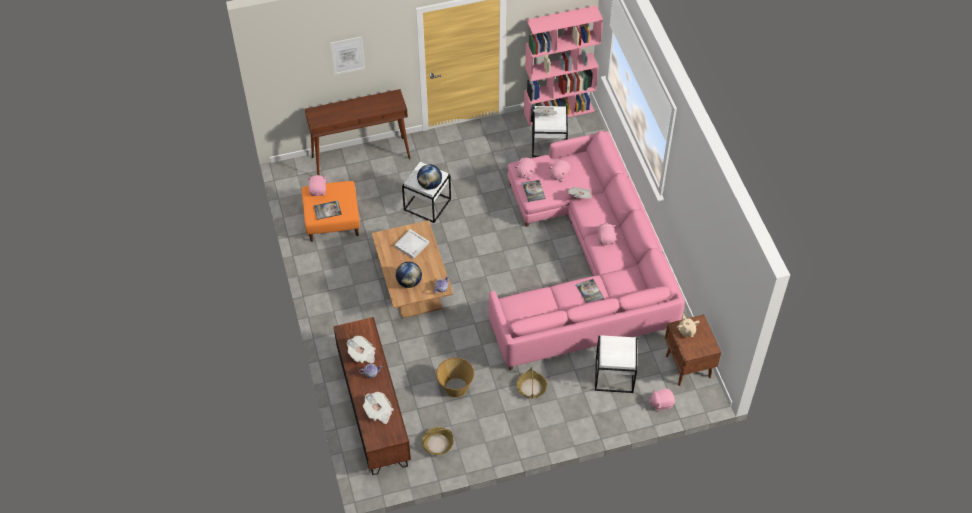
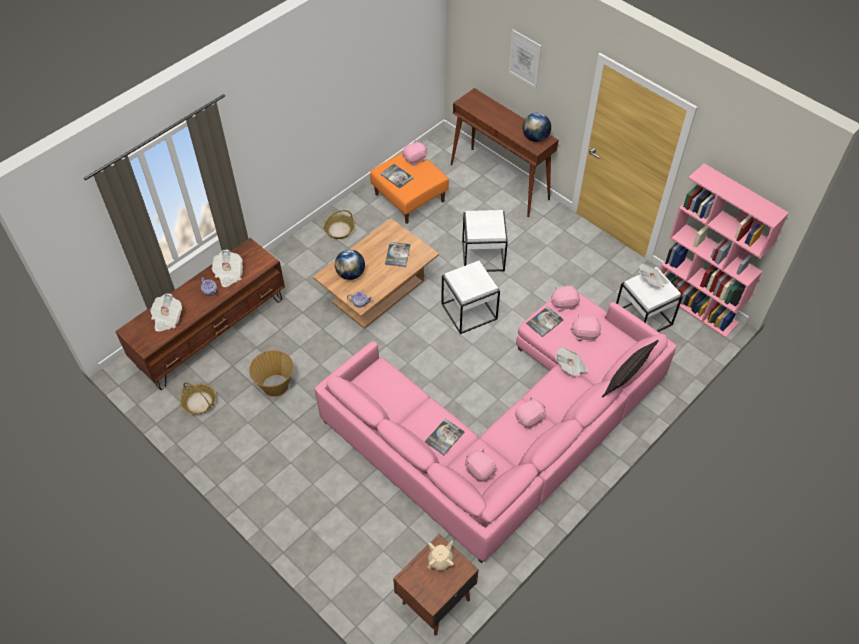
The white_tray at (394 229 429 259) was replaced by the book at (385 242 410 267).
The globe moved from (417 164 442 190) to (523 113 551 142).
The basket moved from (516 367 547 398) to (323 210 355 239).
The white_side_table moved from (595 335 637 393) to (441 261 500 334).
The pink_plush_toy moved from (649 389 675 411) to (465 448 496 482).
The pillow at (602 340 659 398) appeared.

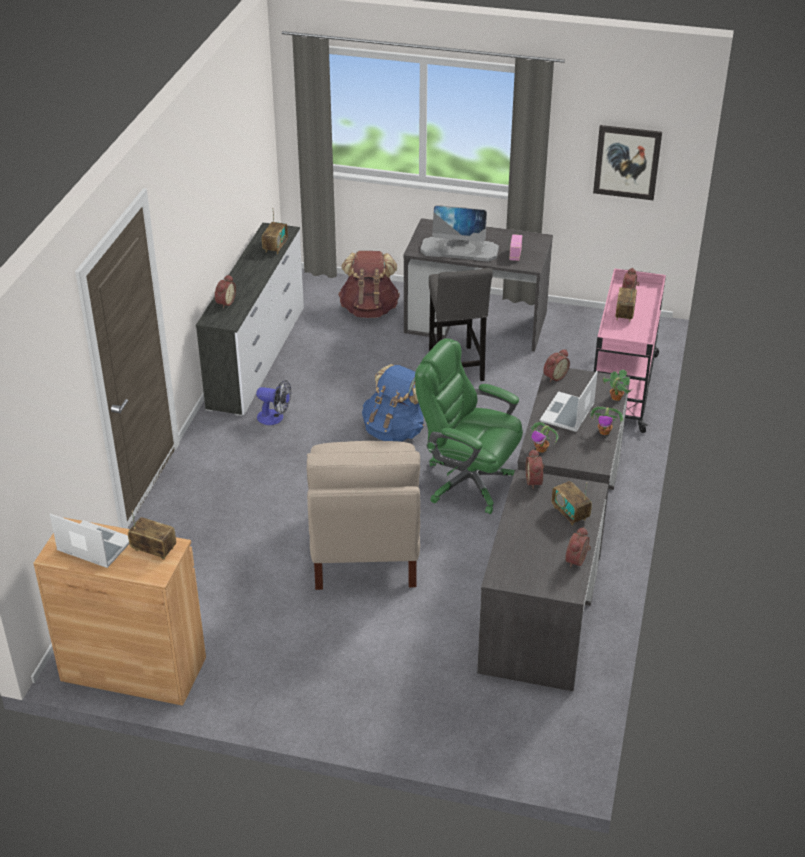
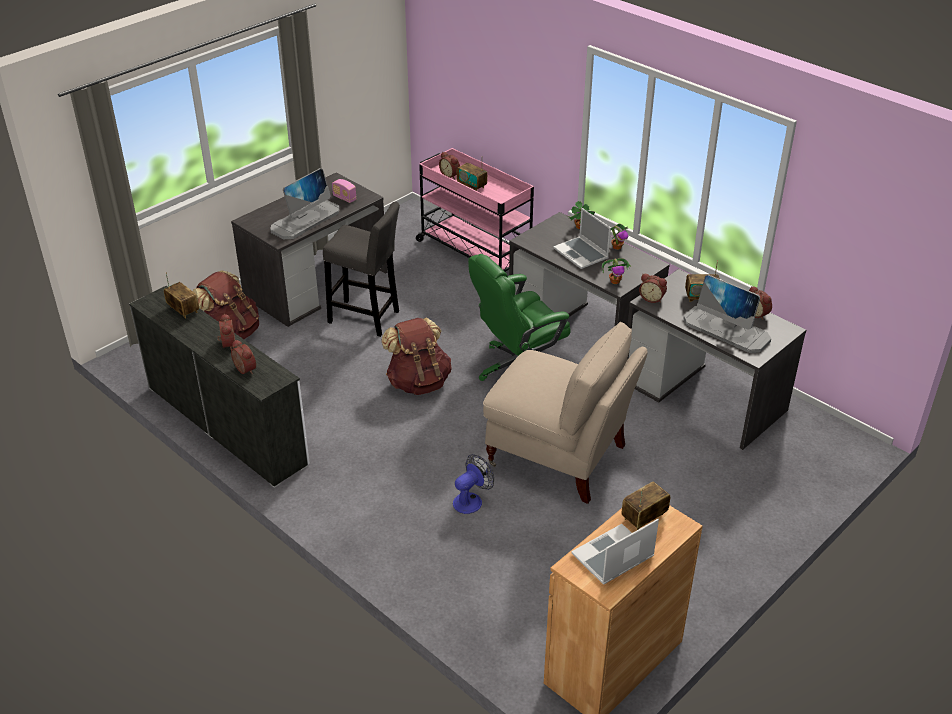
The fan moved from (256 380 291 425) to (453 454 494 514).
The blue_backpack at (362 364 424 442) became the brown_backpack at (381 317 452 395).
The alarm_clock moved from (543 349 570 382) to (217 313 235 350).
The picture at (593 125 662 200) disappeared.
The monitor at (683 275 771 353) appeared.

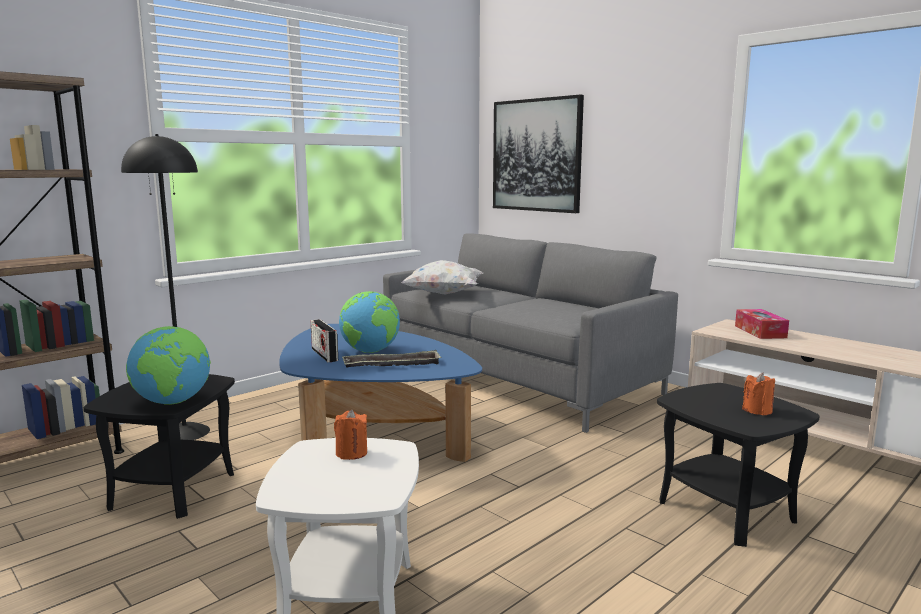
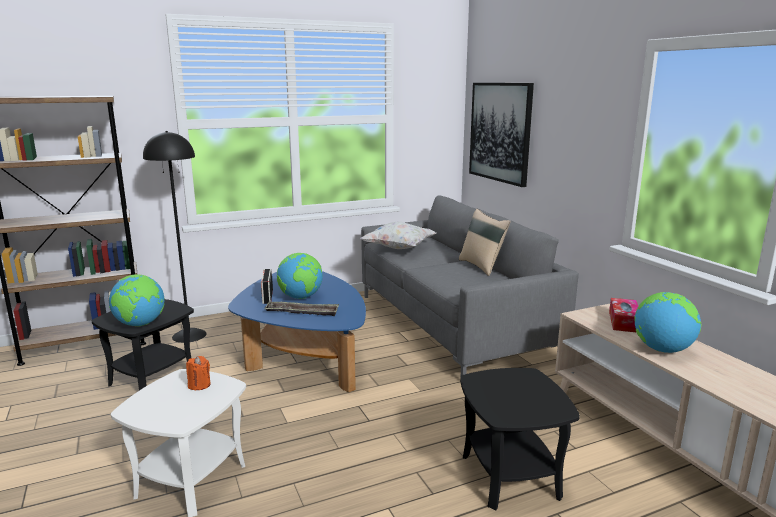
The orange_candle at (742 373 775 415) disappeared.
The beige_pillow at (459 209 510 276) appeared.
The globe at (634 292 701 353) appeared.

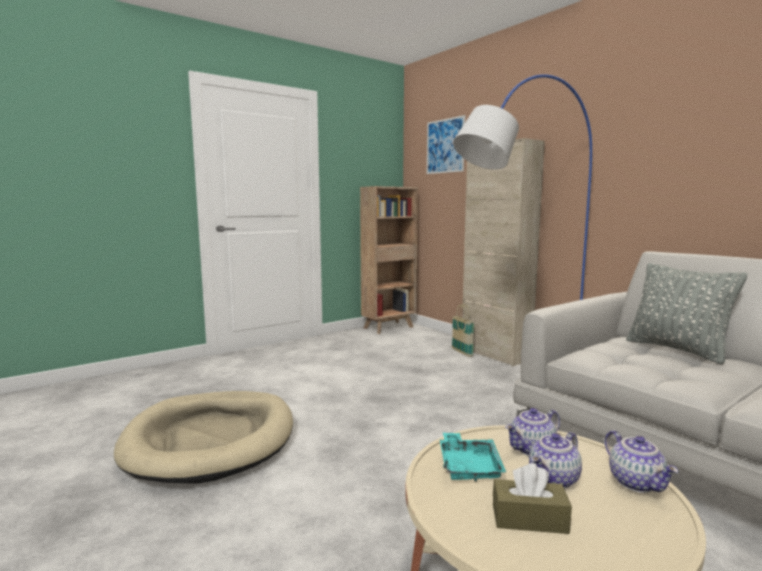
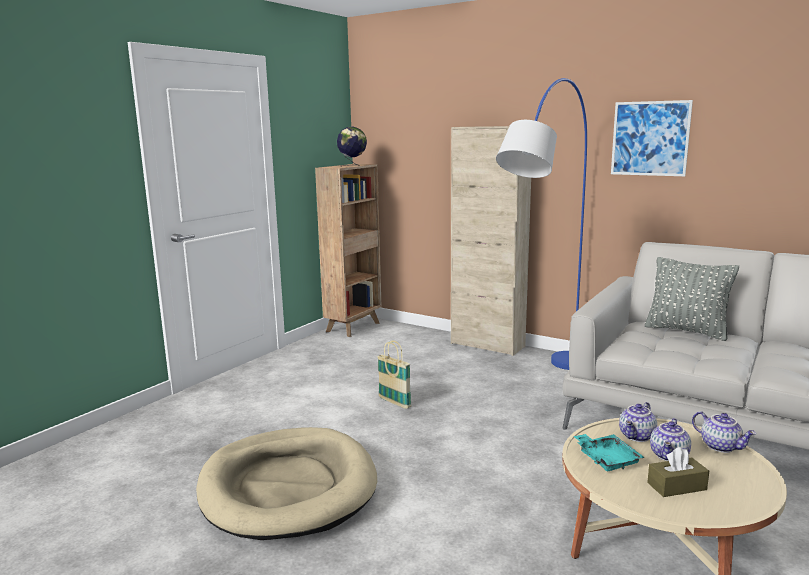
The picture moved from (427 115 465 174) to (611 100 693 176).
The basket moved from (452 304 474 357) to (377 341 412 409).
The globe at (337 127 367 166) appeared.

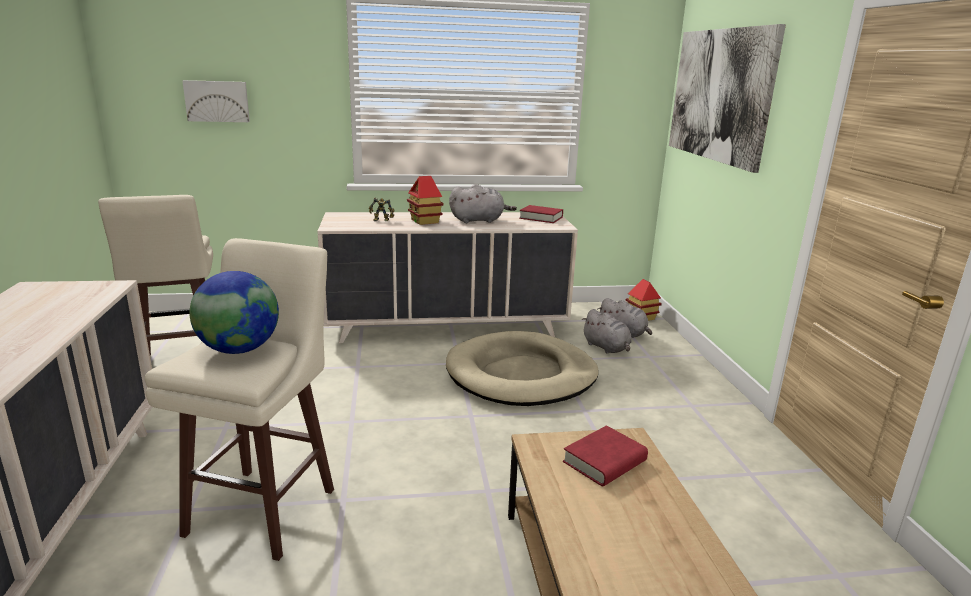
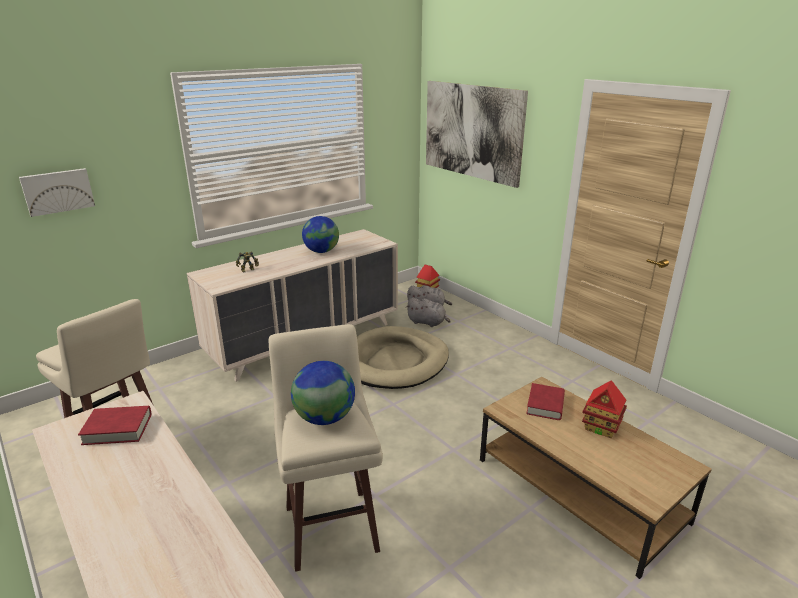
The toy_house moved from (407 176 444 225) to (582 380 627 438).
The grey_plush_toy at (449 184 517 223) was replaced by the globe at (302 216 339 253).
The red_book moved from (519 205 563 223) to (78 406 151 445).

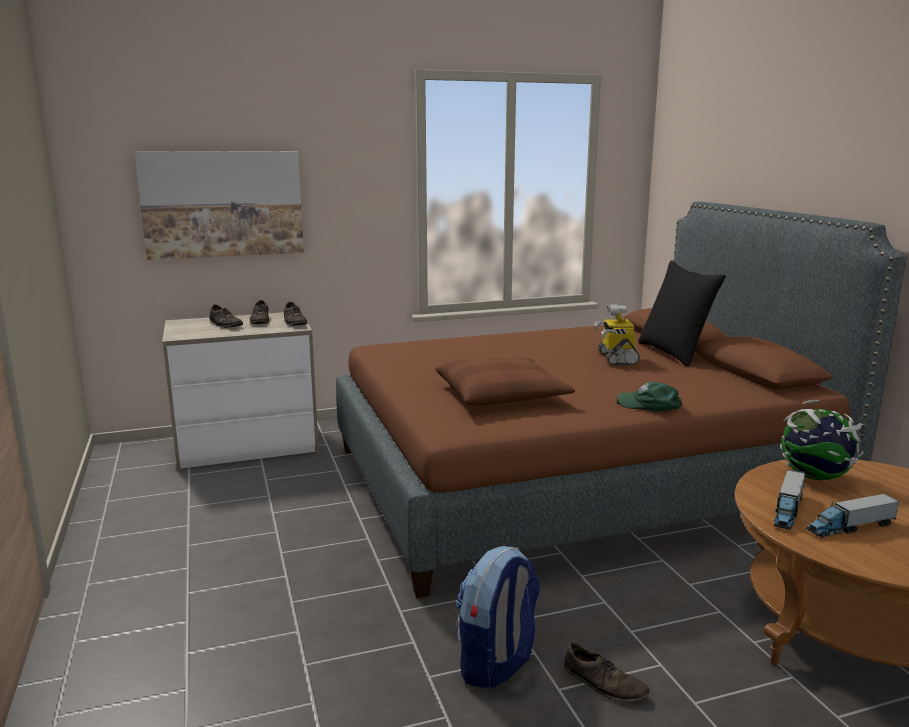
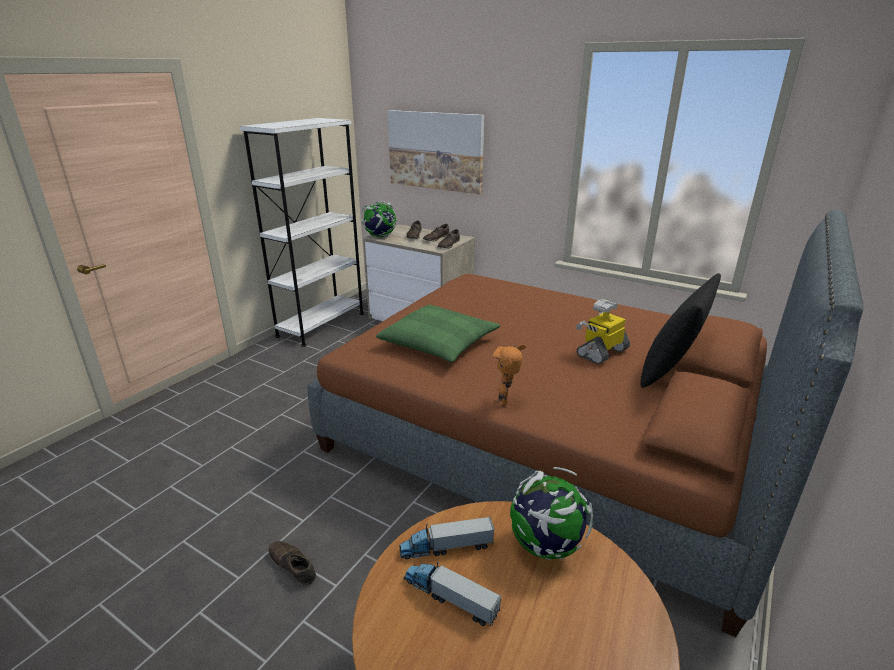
The brown_pillow at (435 358 575 405) became the green_pillow at (376 305 500 362).
The backpack at (456 546 540 689) disappeared.
The brown_shoe at (564 643 650 703) turned 135 degrees clockwise.
The green_cap at (616 382 682 412) was replaced by the toy_robot at (492 344 527 406).
The white_bookcase at (239 118 364 347) appeared.
The globe at (361 201 397 238) appeared.

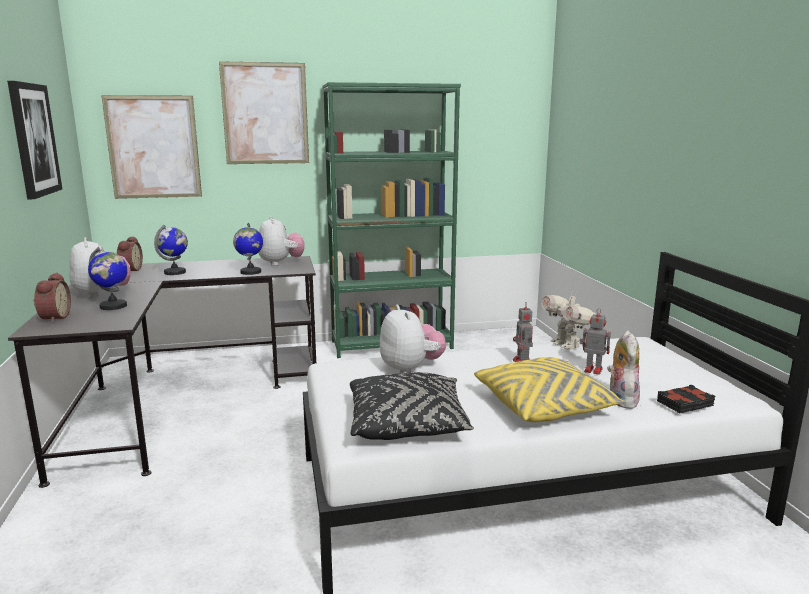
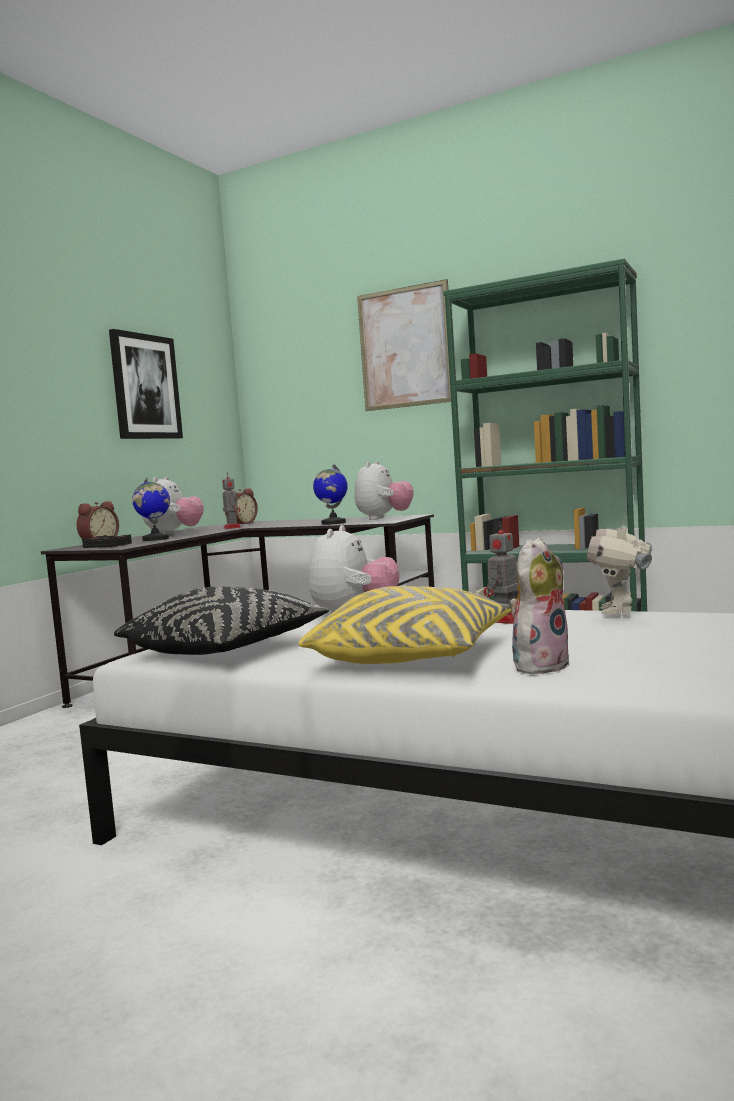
The picture at (101 95 202 199) disappeared.
The globe at (154 225 188 275) disappeared.
The toy_robot moved from (579 308 611 375) to (222 472 241 529).
The black_book moved from (657 385 715 413) to (82 535 132 548).

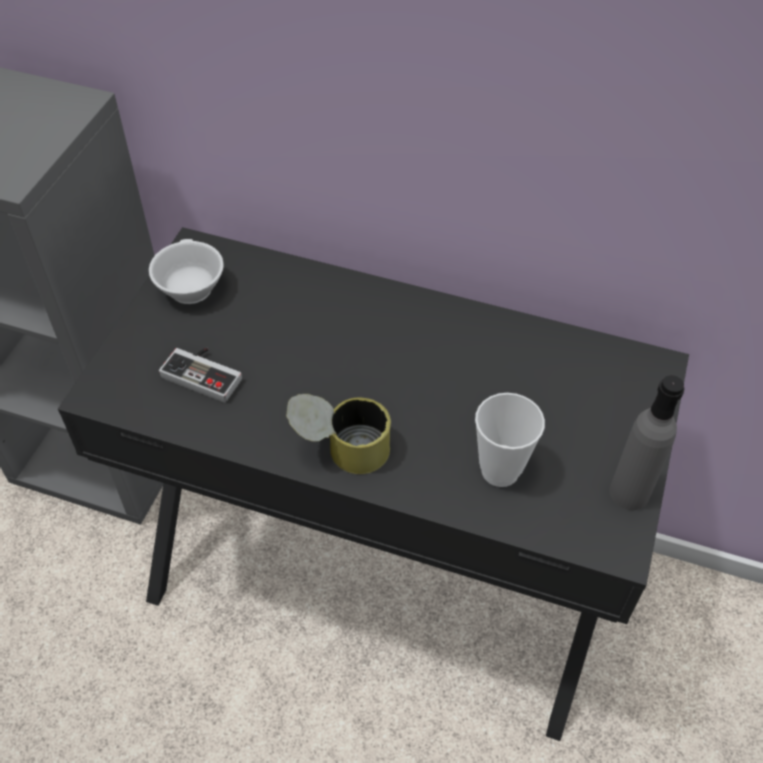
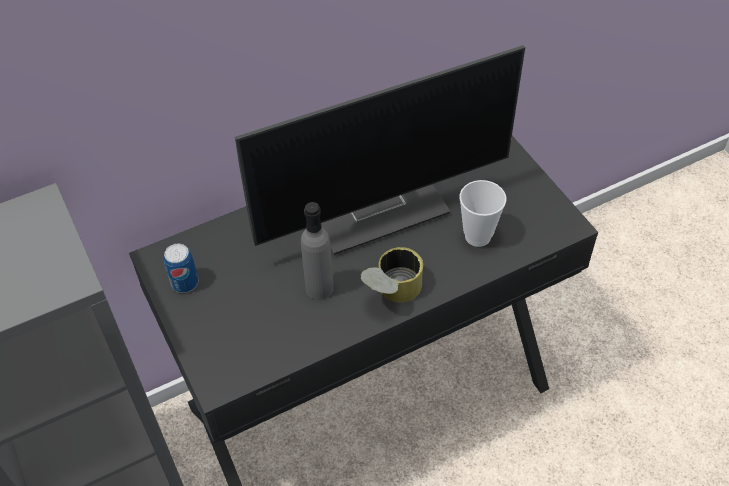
The white_cup at (149 239 224 304) was replaced by the can at (164 244 199 293).
The game_controller at (159 348 242 403) disappeared.
The grey_bottle moved from (609 375 684 510) to (301 202 334 300).
The monitor at (235 45 525 254) appeared.

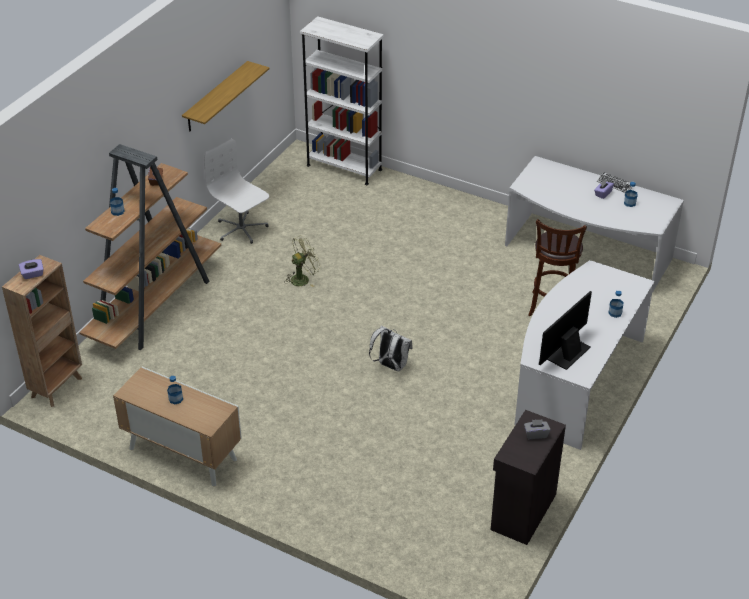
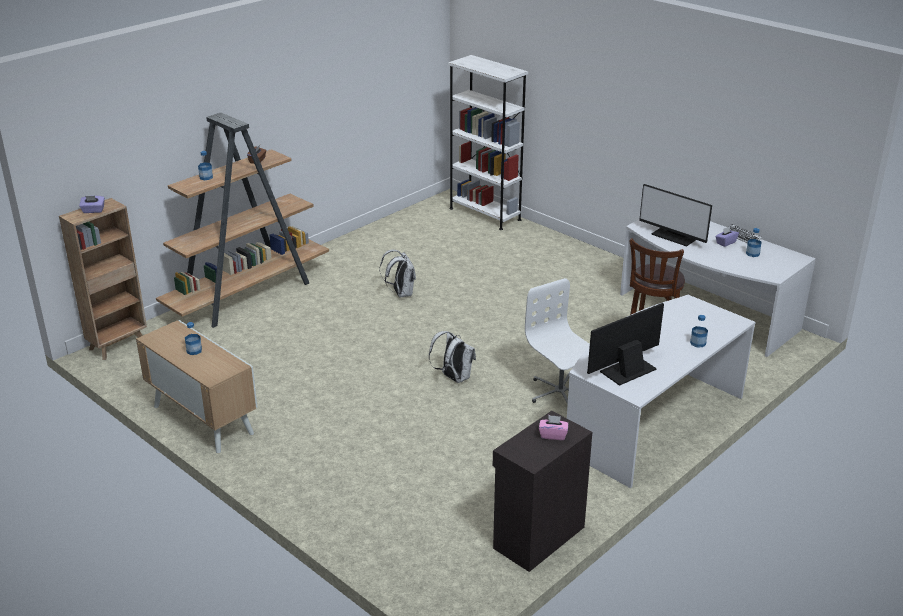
The shelf at (182 61 270 132) disappeared.
The white_office_chair moved from (204 139 269 244) to (525 278 590 404).
The green_fan at (284 235 321 287) was replaced by the white_backpack at (380 250 416 297).
The grey_tissue_box at (524 419 550 439) became the pink_tissue_box at (539 415 568 440).
The monitor at (639 184 712 247) appeared.

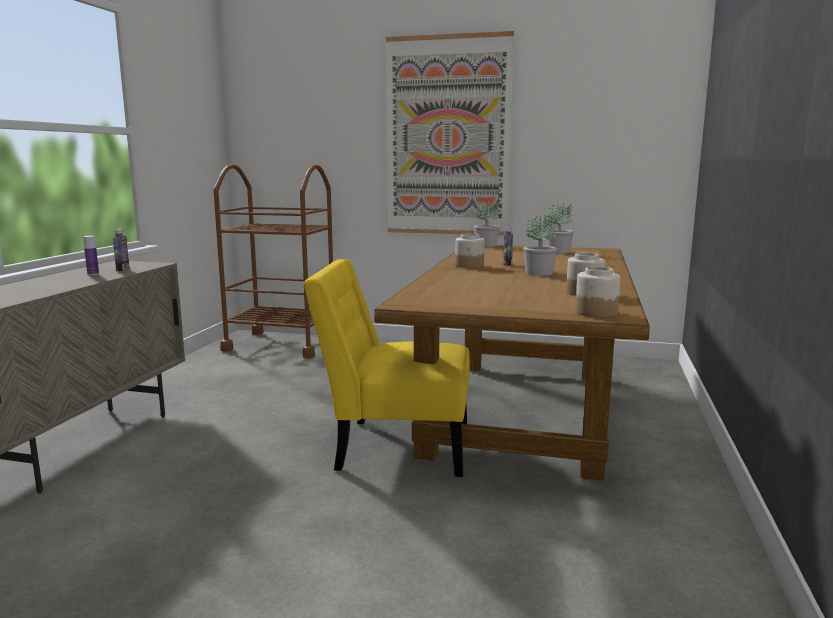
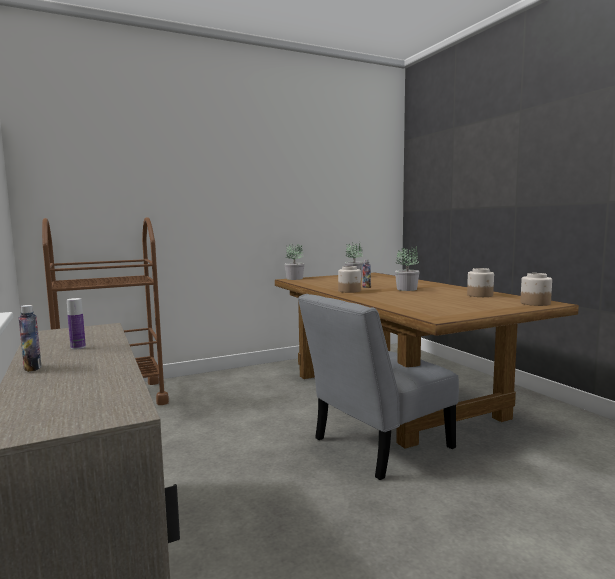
The bottle moved from (113 229 130 271) to (19 305 42 372).
The yellow_chair at (303 259 470 477) became the grey_chair at (298 294 459 480).
The picture at (386 31 514 236) disappeared.

